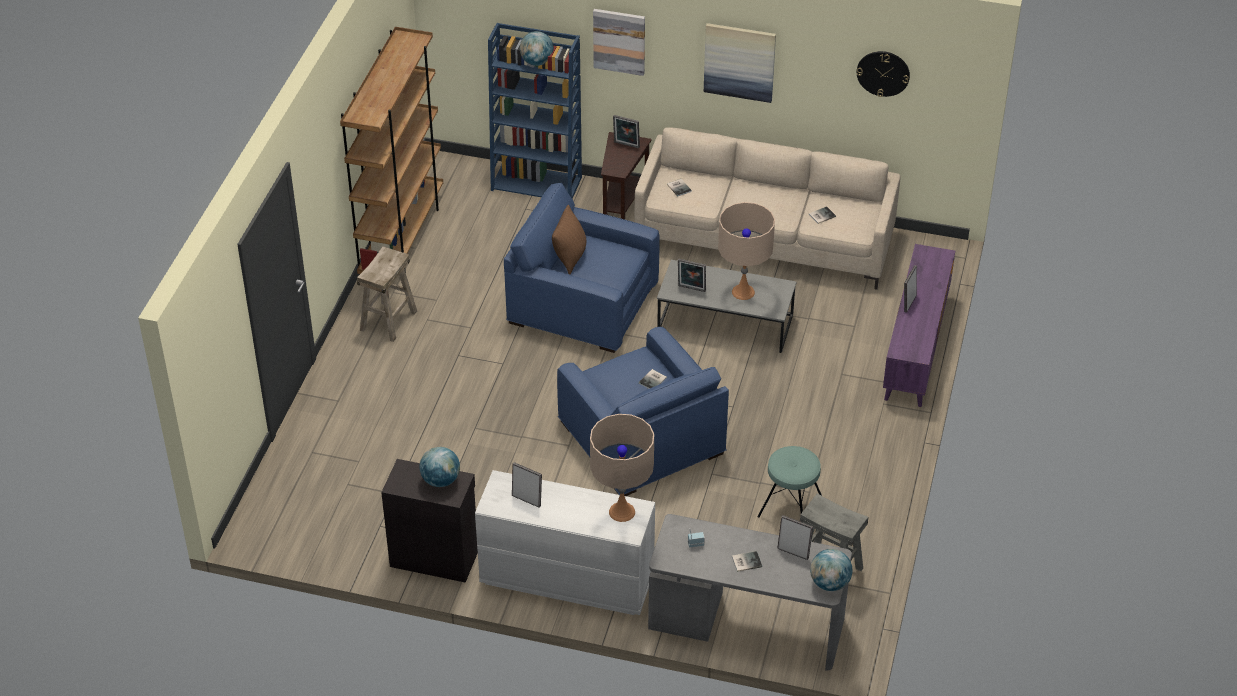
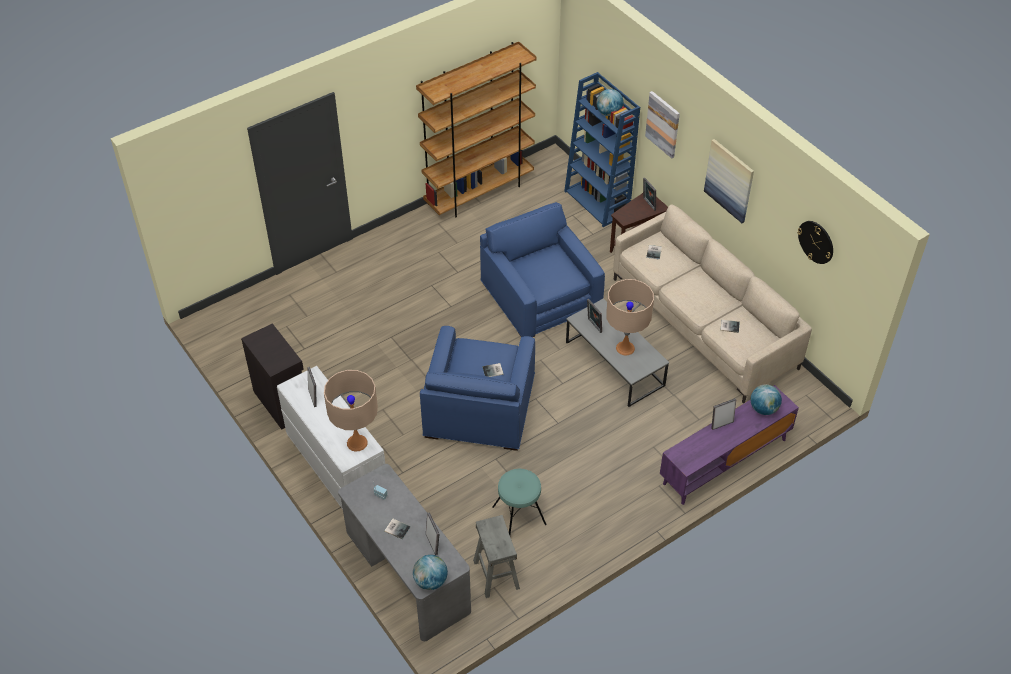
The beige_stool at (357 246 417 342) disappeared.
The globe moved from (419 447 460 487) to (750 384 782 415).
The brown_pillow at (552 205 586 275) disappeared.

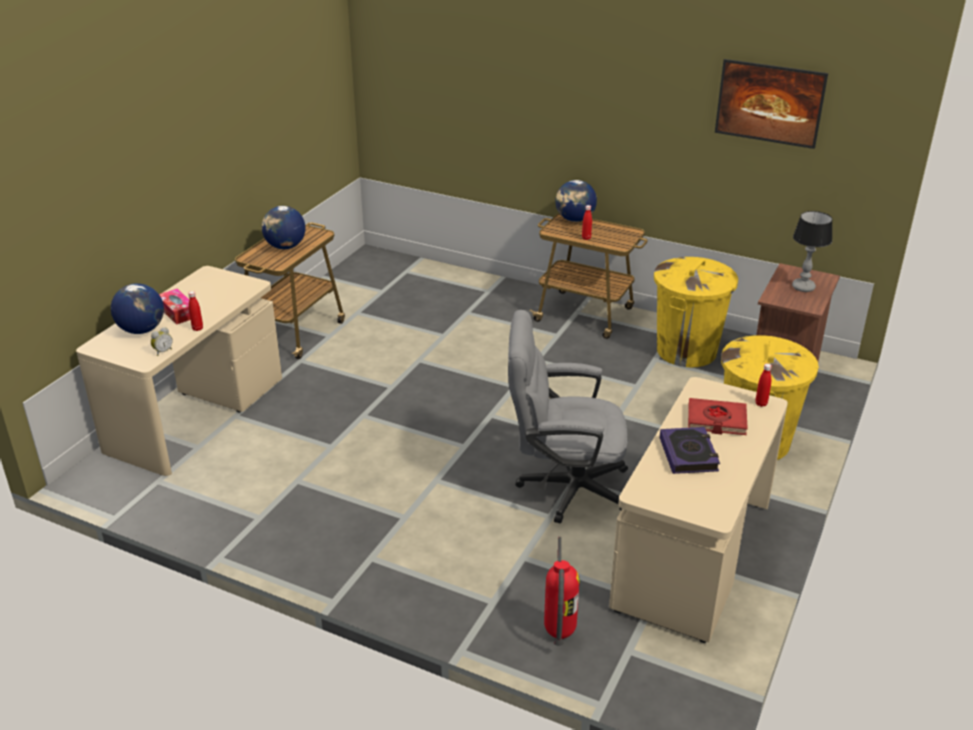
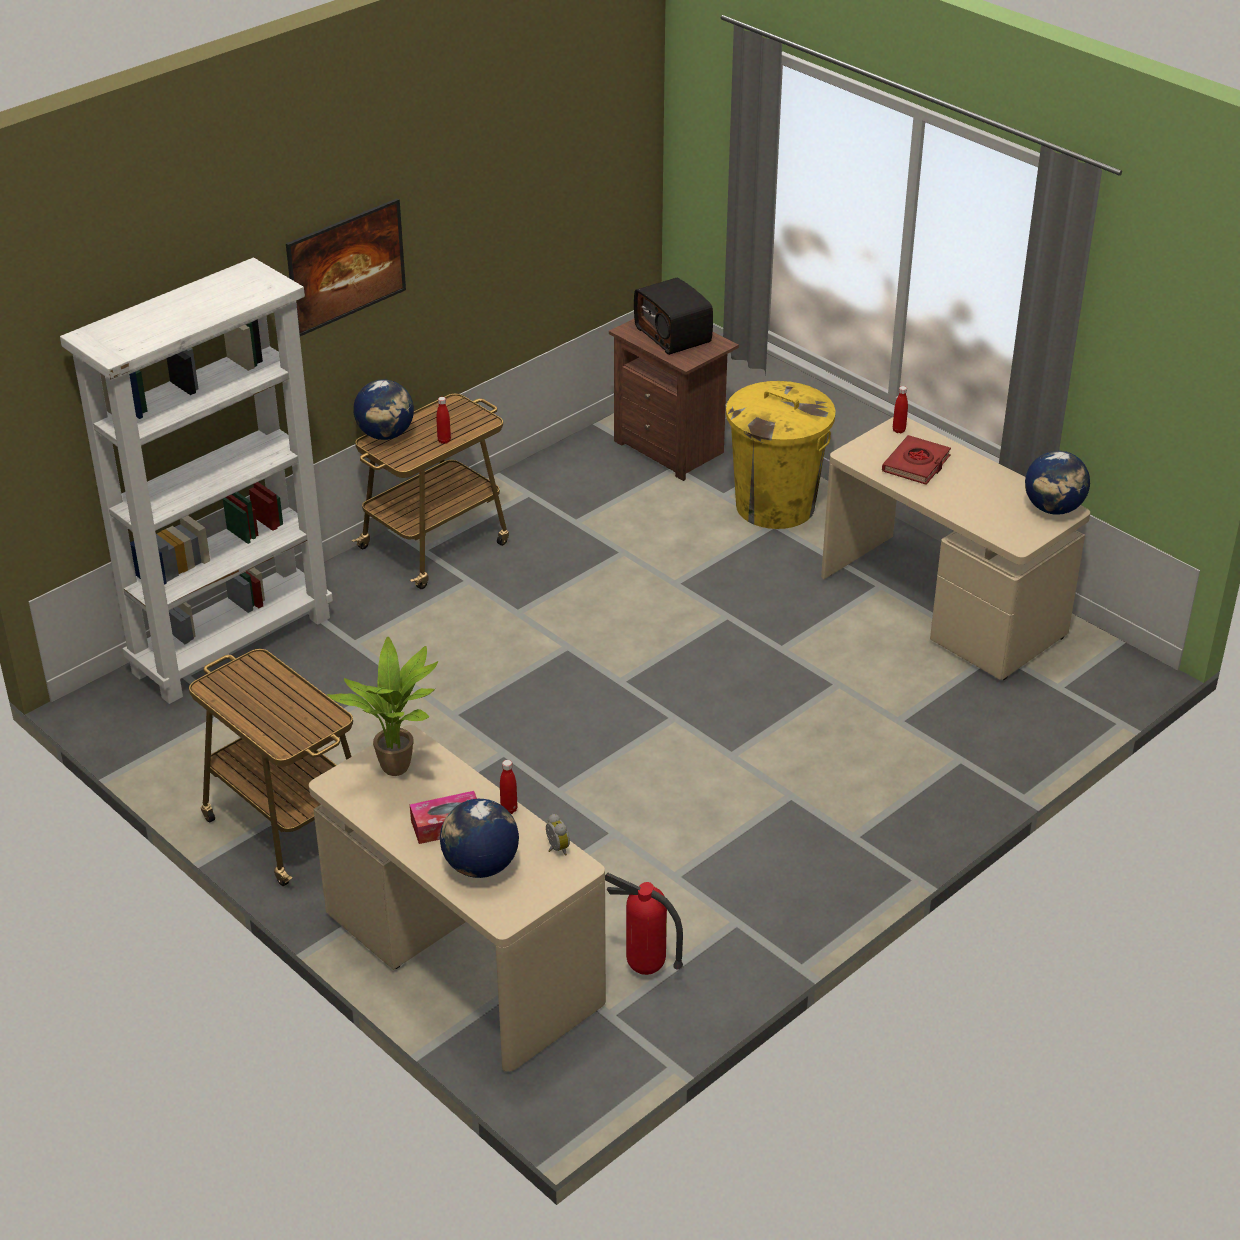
The globe moved from (262 206 306 249) to (1025 451 1090 515).
The grey_office_chair at (508 310 628 524) disappeared.
The fire_extinguisher moved from (544 537 580 646) to (605 873 683 975).
The yellow_trash_can at (654 257 738 367) disappeared.
The book at (659 427 720 474) disappeared.
The picture moved from (715 59 828 149) to (286 198 406 336).
The table_lamp at (792 211 833 292) was replaced by the radio at (634 278 713 355).
The white_bookcase at (60 258 333 704) appeared.
The potted_plant at (327 637 438 776) appeared.

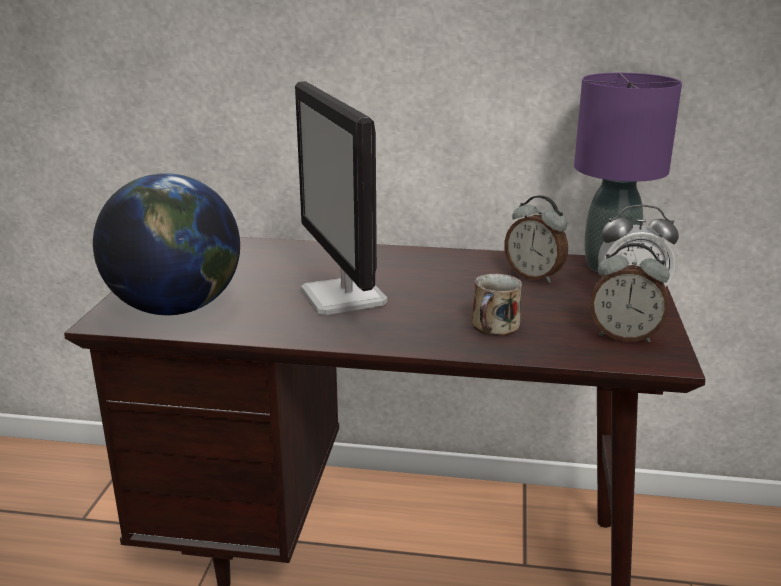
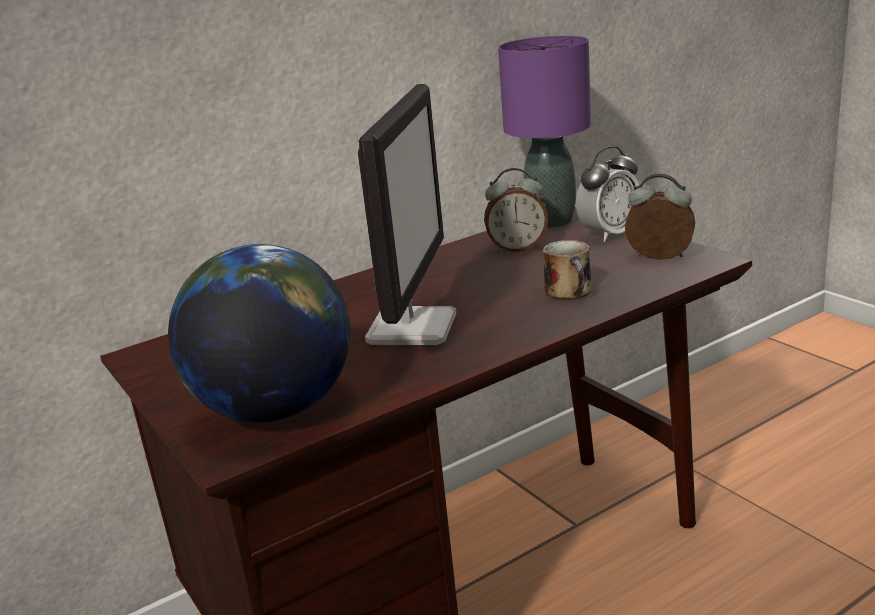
The monitor at (295 81 387 315) turned 105 degrees counterclockwise.
The alarm_clock at (590 243 670 342) turned 135 degrees counterclockwise.

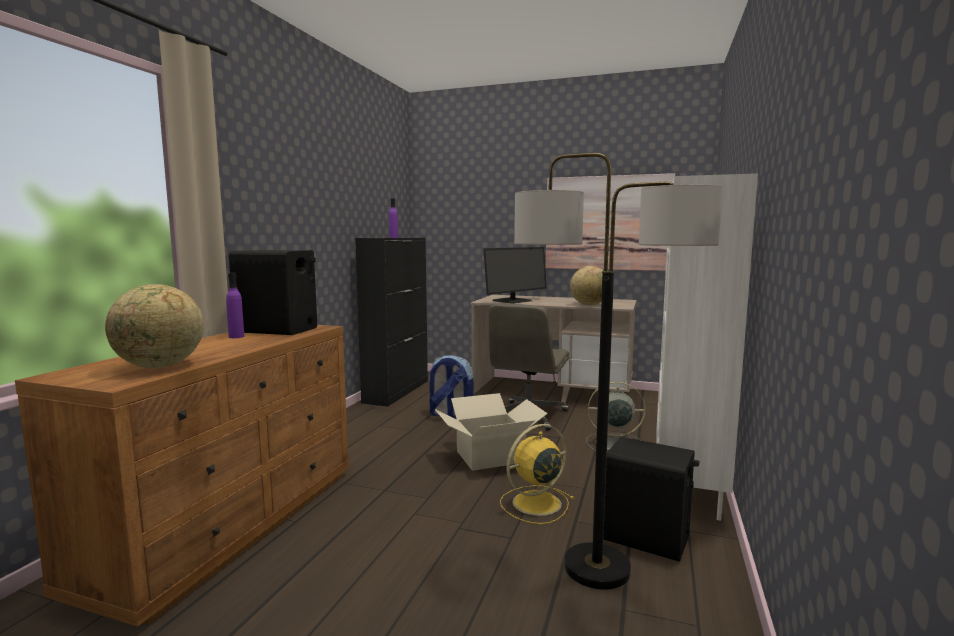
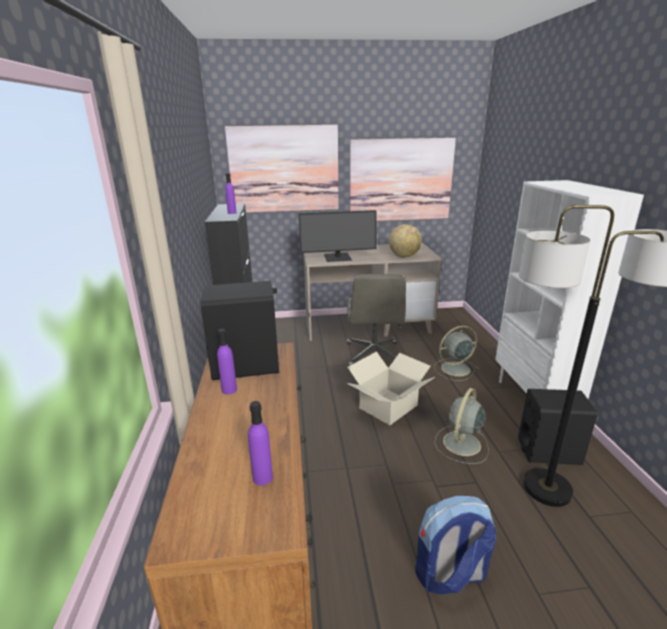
The globe at (105 284 204 368) was replaced by the purple_bottle at (248 401 273 486).
The backpack moved from (428 355 474 418) to (415 496 496 595).
The monitor at (483 247 547 304) turned 60 degrees clockwise.
The yellow_fan at (500 424 575 524) became the grey_fan at (434 388 489 464).
The picture at (225 125 339 212) appeared.

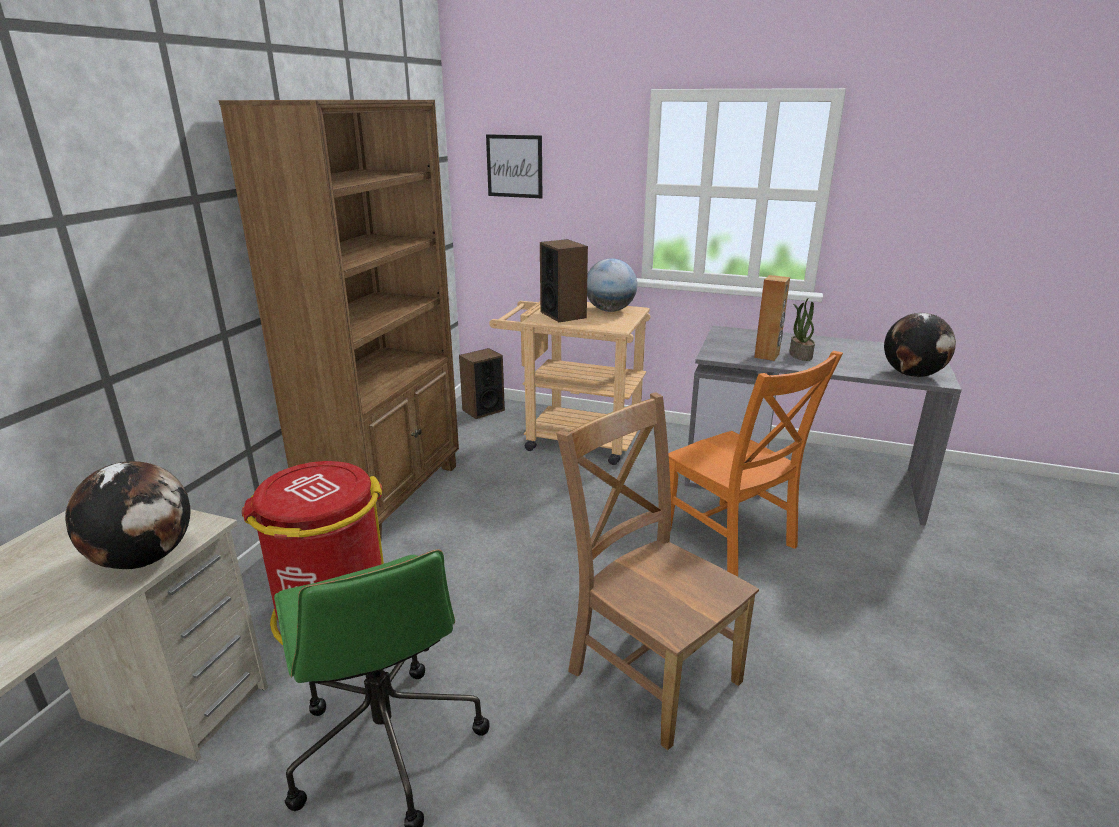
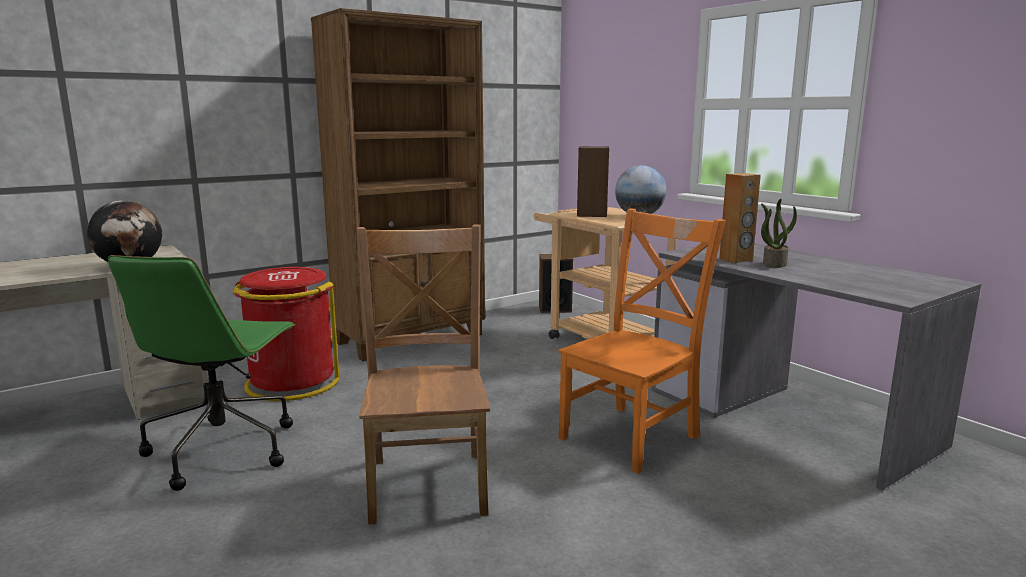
The picture at (486 134 542 198) disappeared.
The orange_chair at (668 351 843 577) turned 135 degrees counterclockwise.
The globe at (884 313 956 377) disappeared.

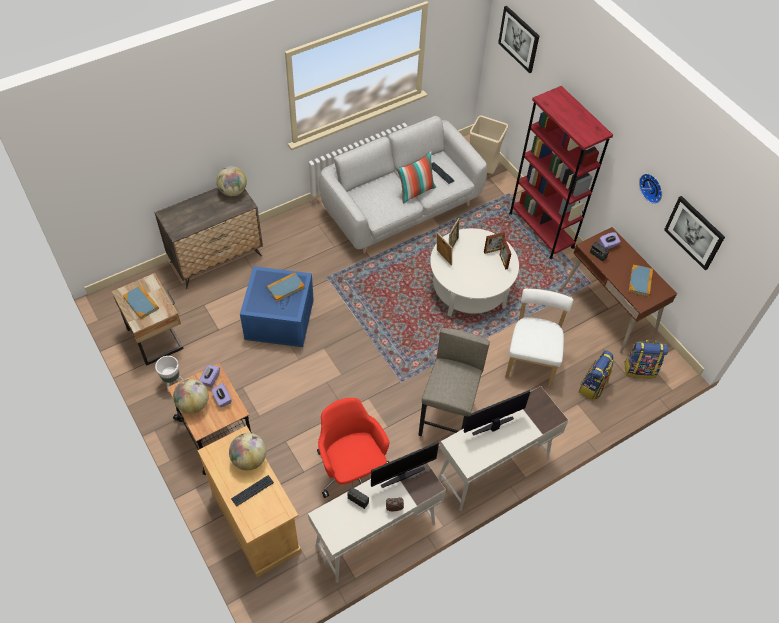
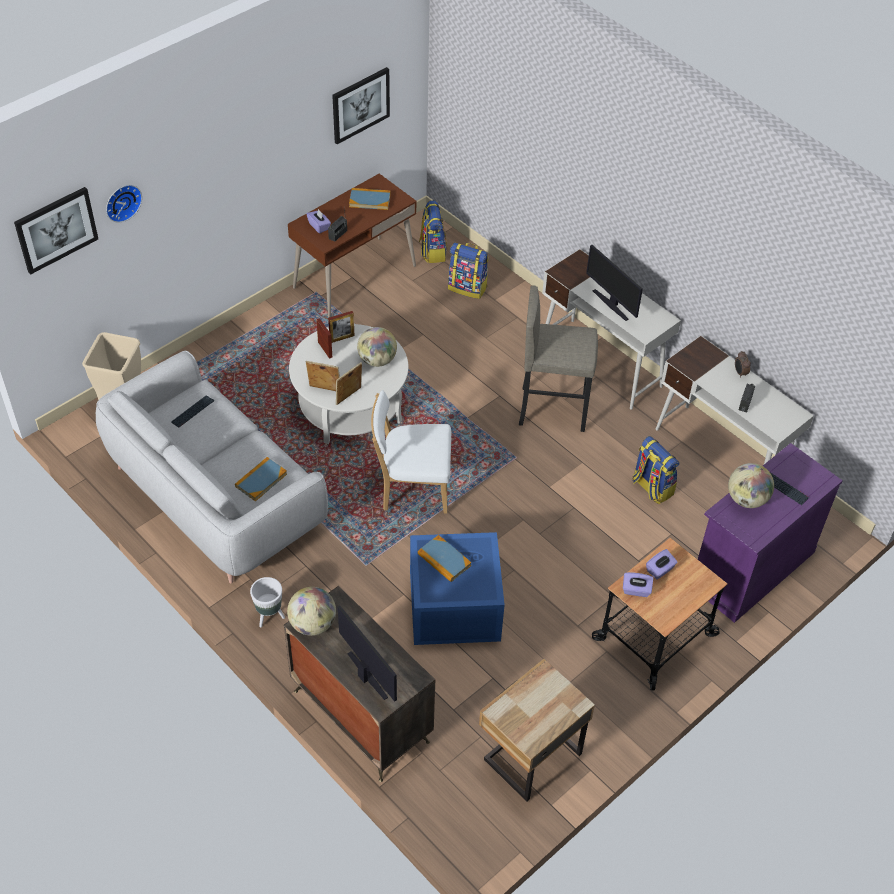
The book moved from (123 285 159 319) to (235 457 287 501).
The white_planter moved from (155 356 183 392) to (250 577 285 627).
The globe moved from (173 379 209 414) to (357 327 397 367).
The beige_cabinet at (197 426 301 577) became the purple_cabinet at (698 443 843 623).
The red_office_chair at (317 398 389 498) was replaced by the backpack at (632 436 679 504).
The monitor moved from (371 442 439 488) to (338 606 397 702).
The pillow at (396 151 436 204) disappeared.
The white_chair moved from (505 288 573 387) to (371 390 451 514).
The red_bookcase at (509 86 613 259) disappeared.
The wall_clock moved from (639 173 662 204) to (106 185 142 223).

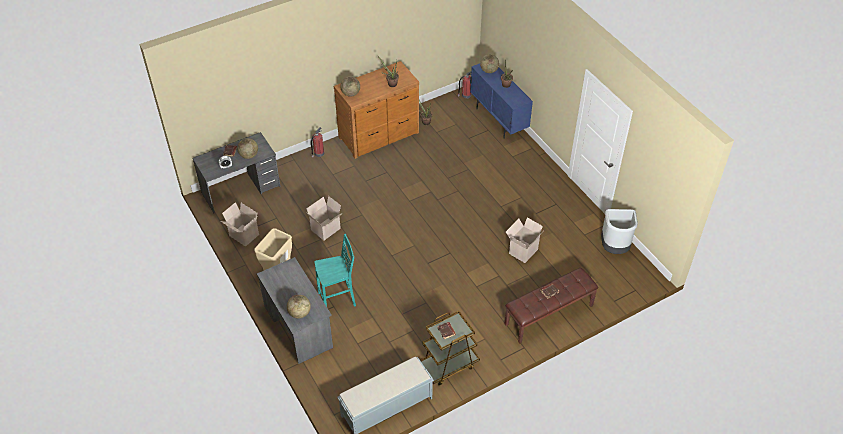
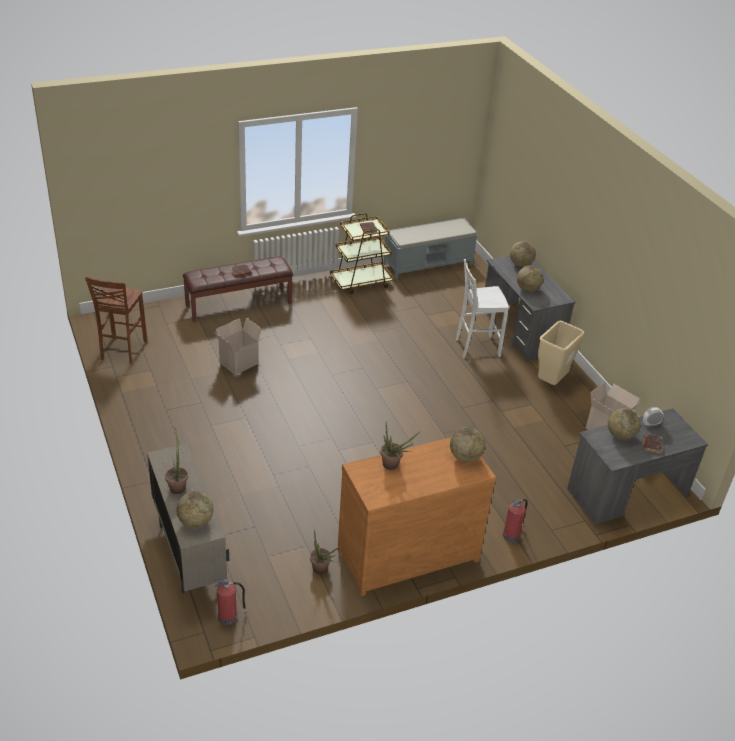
The cardboard_box at (306 196 343 240) disappeared.
The turquoise_stool at (314 234 356 307) became the white_stool at (456 259 509 358).
The blue_cabinet at (470 64 533 138) became the beige_cabinet at (147 443 229 593).
The grey_trash_can at (601 209 638 254) was replaced by the brown_stool at (85 277 148 364).
The globe at (517 265 544 292) appeared.

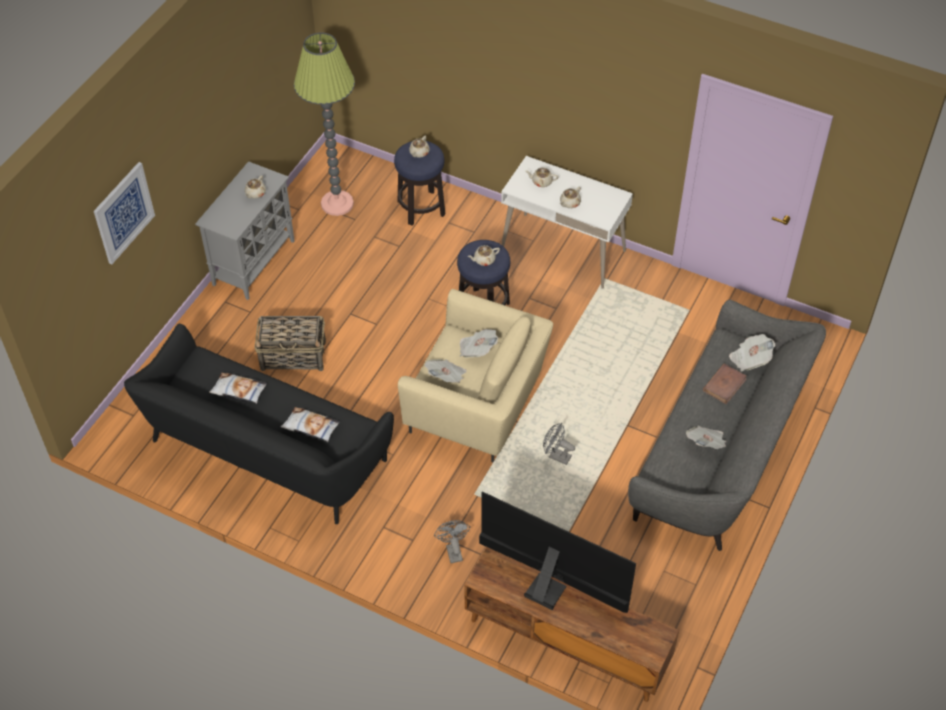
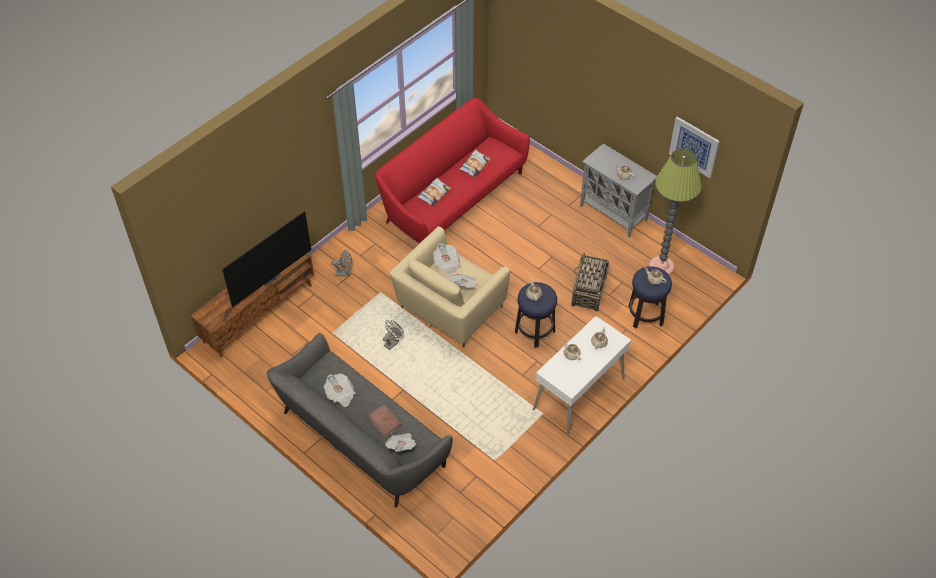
The picture moved from (94 162 155 264) to (669 117 720 178).
The black_sofa at (124 324 394 524) became the red_sofa at (376 98 530 243).
The basket moved from (254 316 326 371) to (571 253 610 312).

